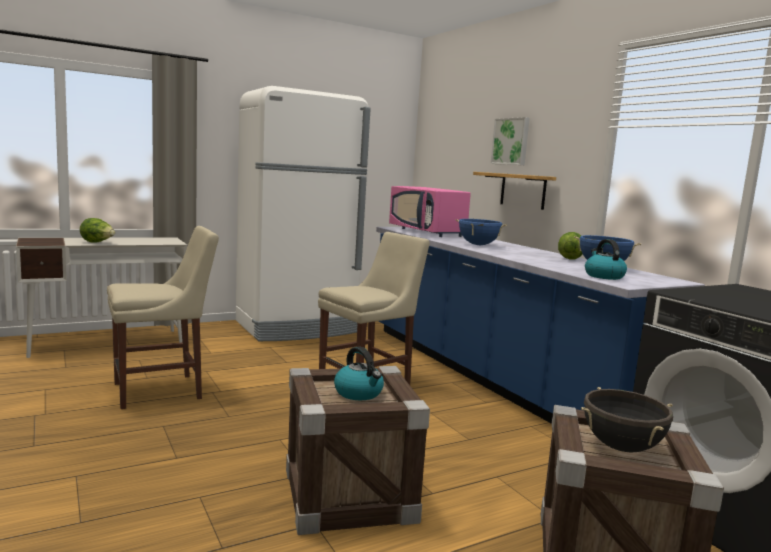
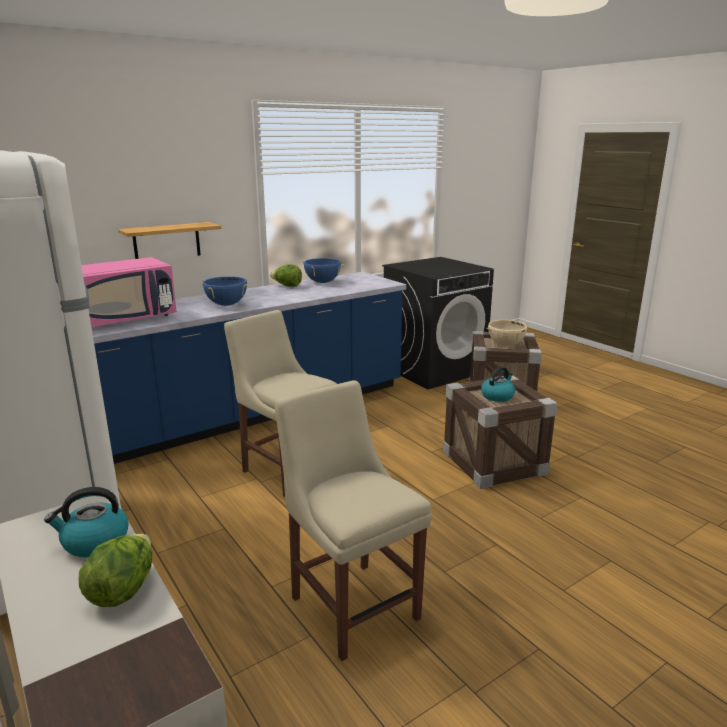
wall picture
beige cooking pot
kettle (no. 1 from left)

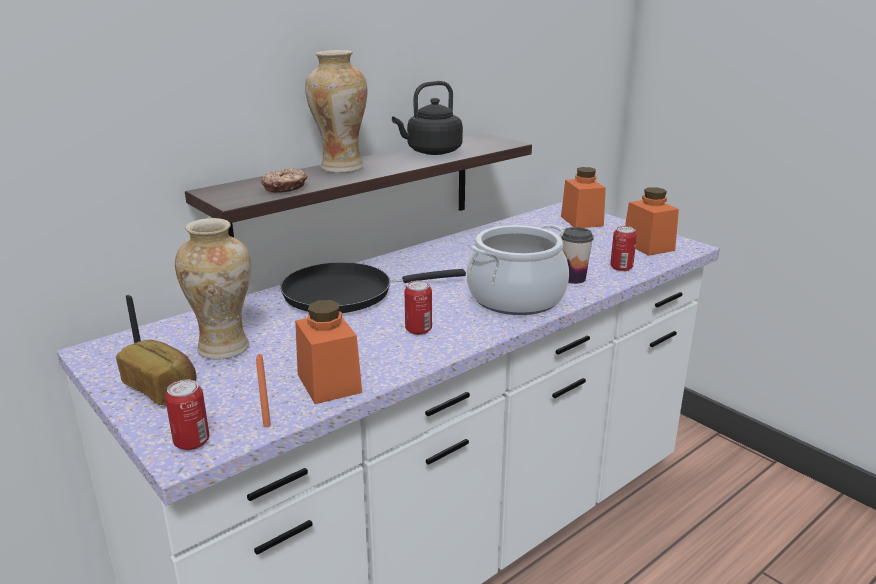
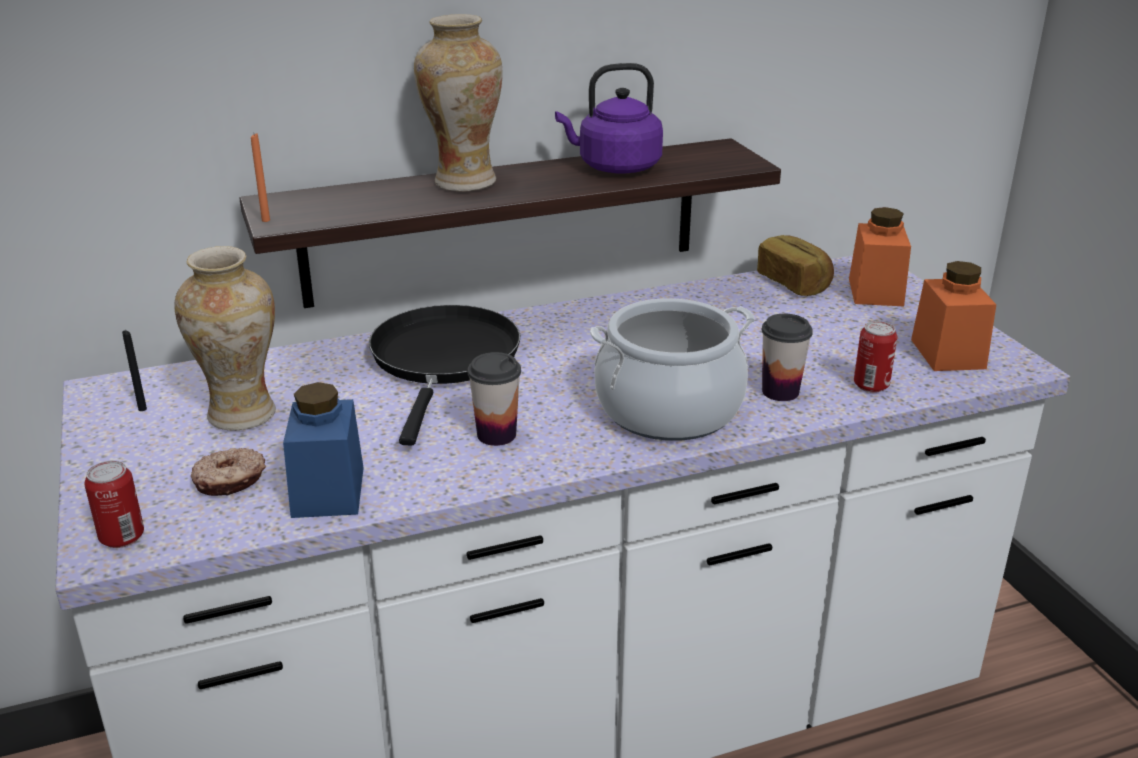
bakery bread
orange-coloured wax light
donut
blackish pan
blue preserve jar
purplish kettle
cup (no. 1 from left)

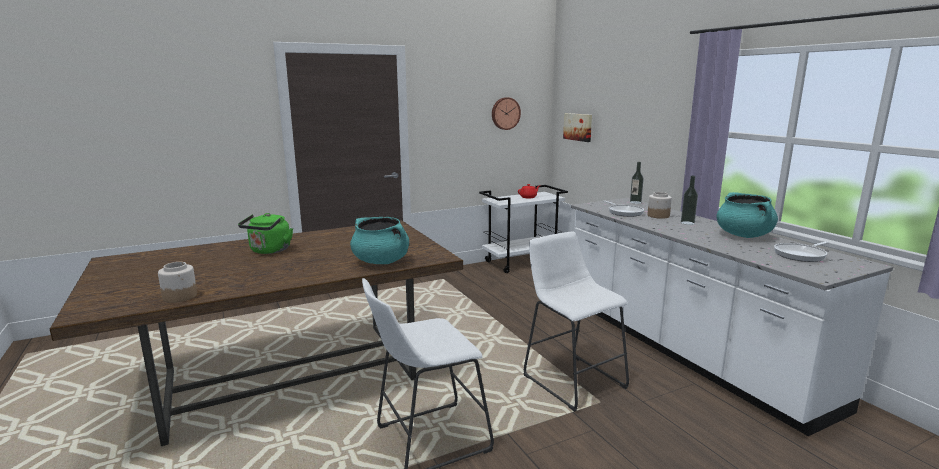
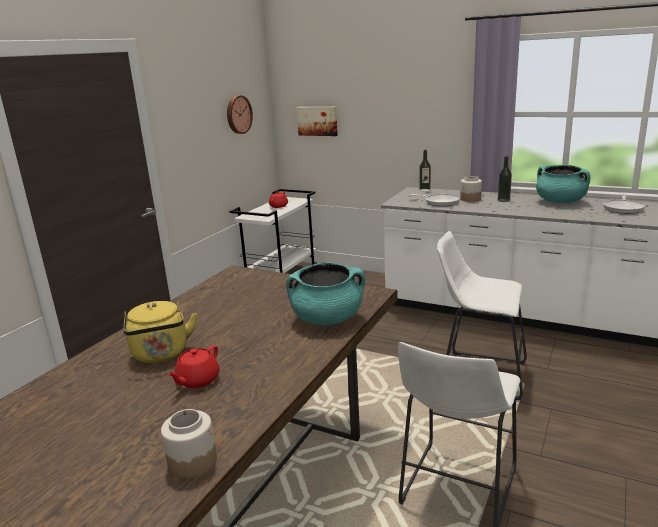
yellow kettle
red-coloured pot for tea (no. 1 from left)

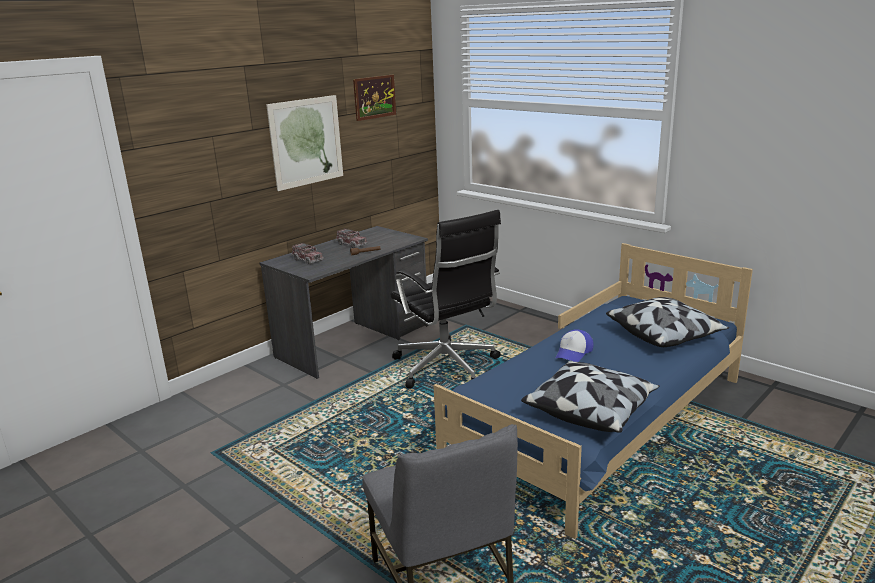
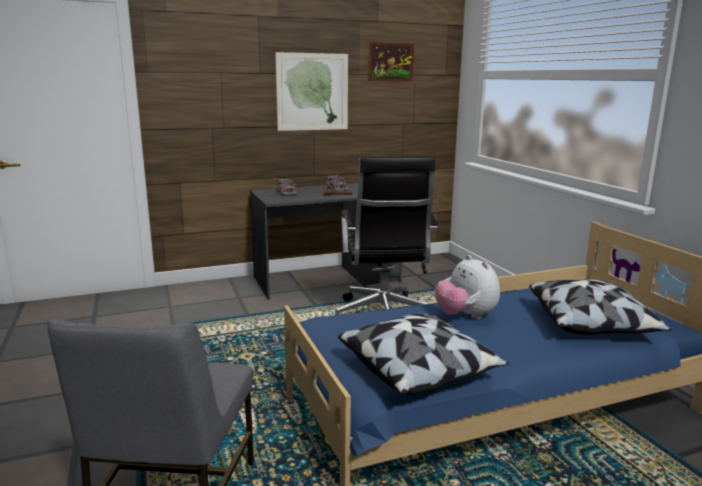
soft toy

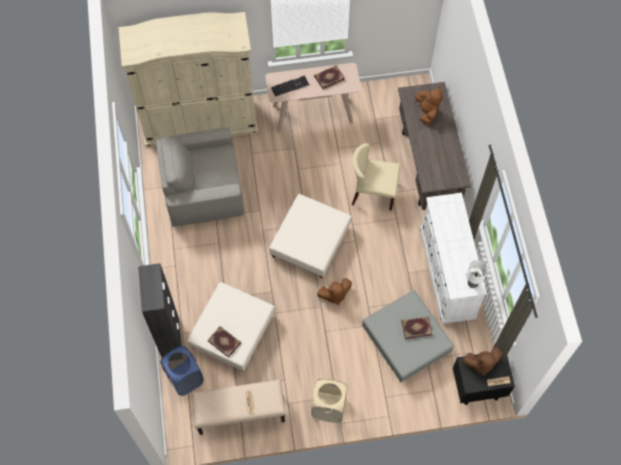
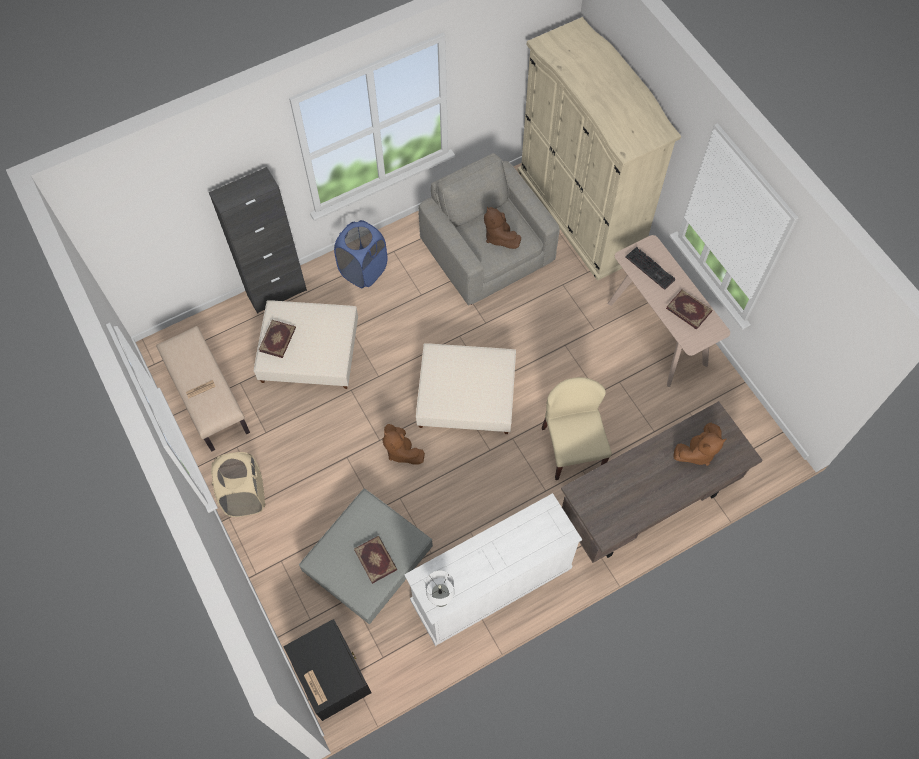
blue washing basket
brown soft toy (no. 2 from left)

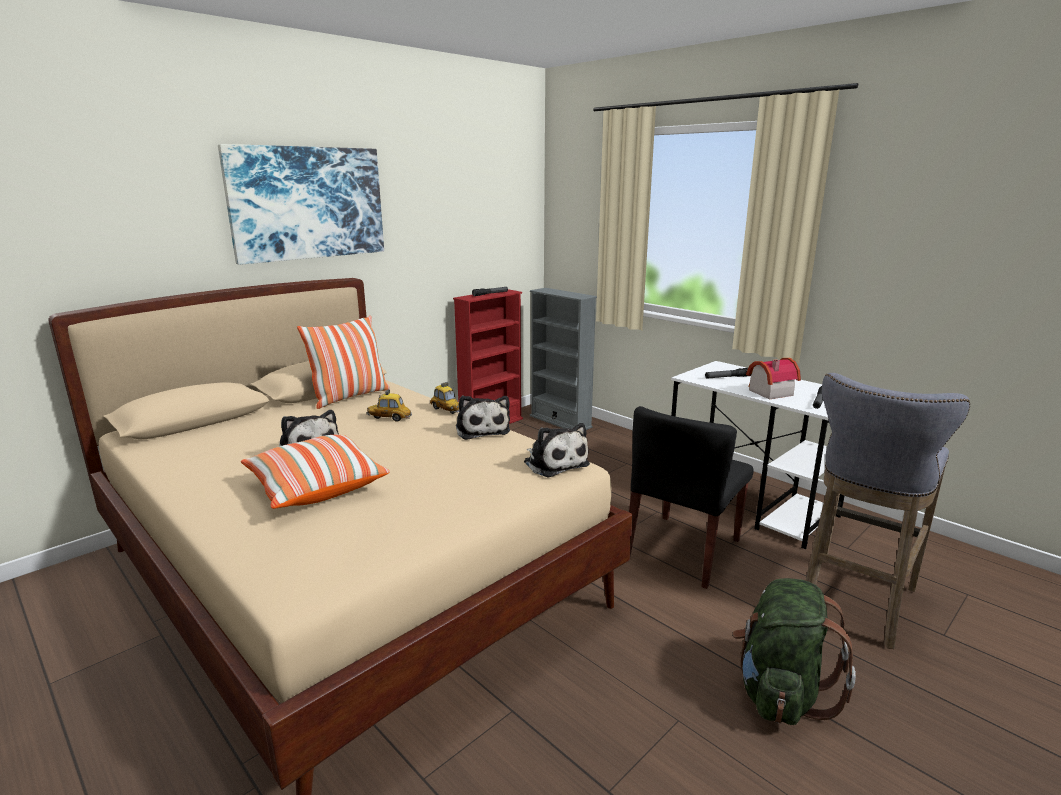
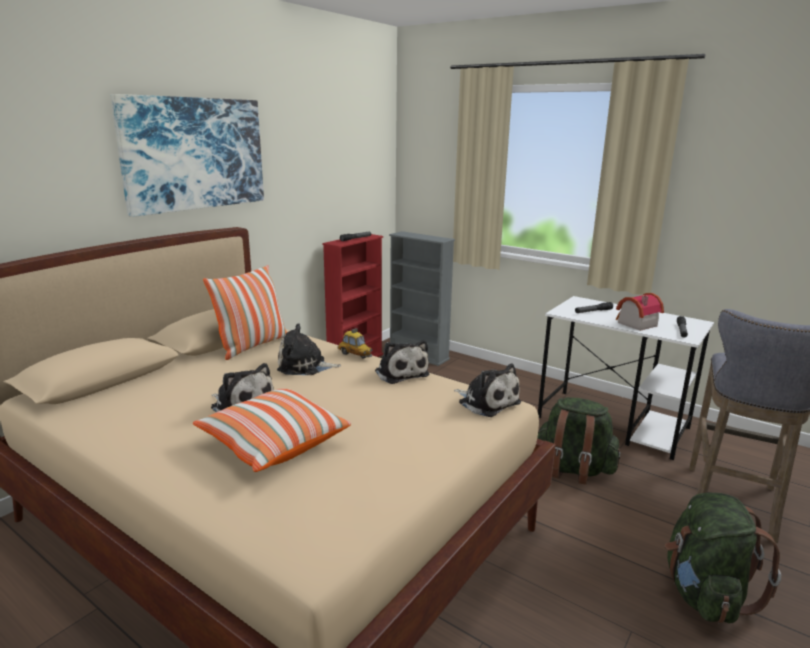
soft toy (no. 2 from left)
green knapsack (no. 1 from left)

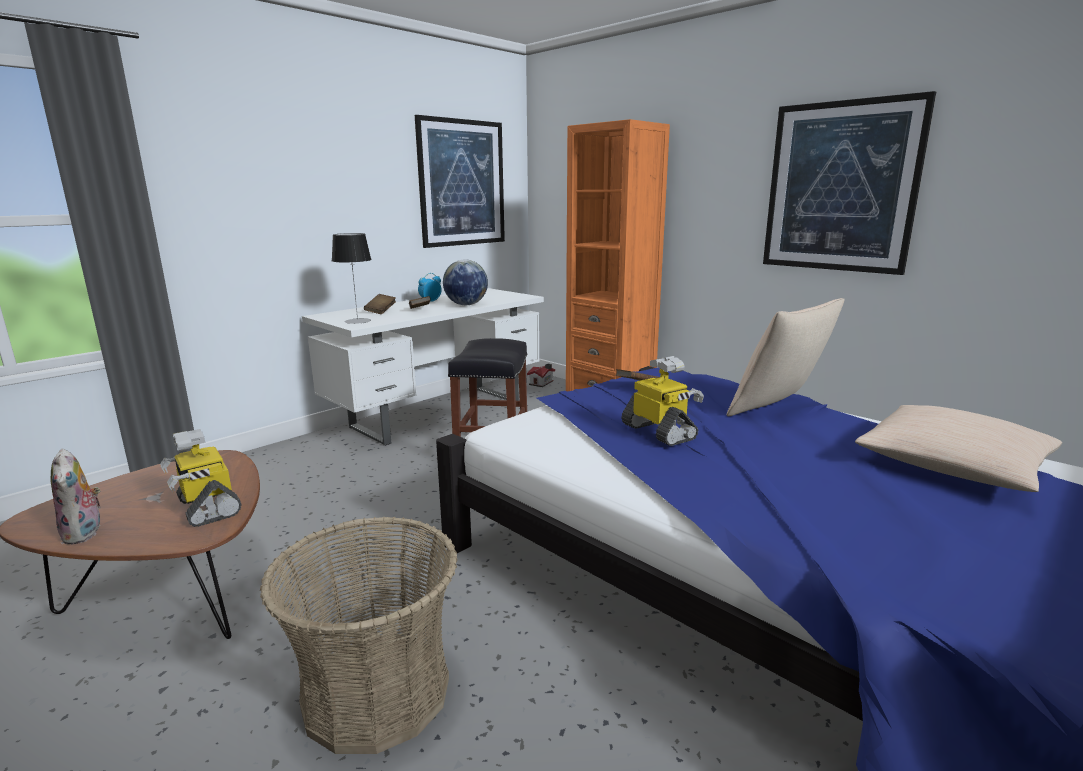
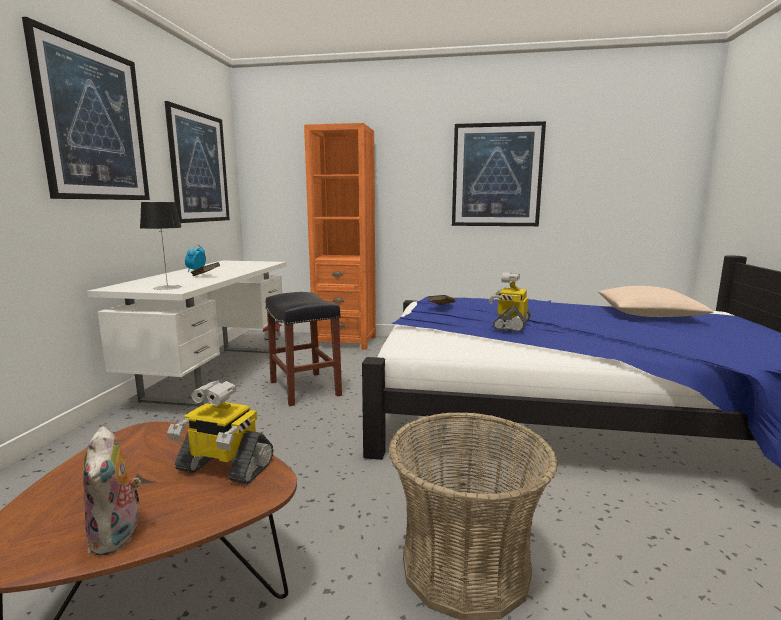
soft toy
brown volume (no. 1 from left in the first image)
world globe
robot figure (no. 2 from left)
beige throw pillow (no. 1 from left in the first image)
wall picture (no. 1 from left)

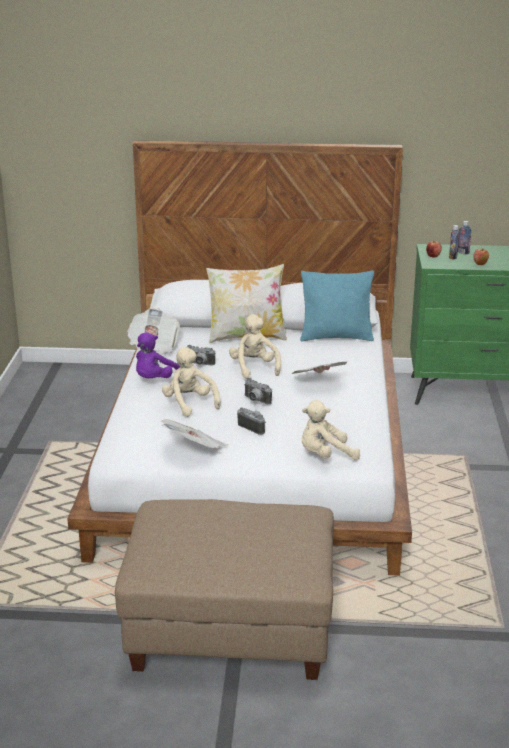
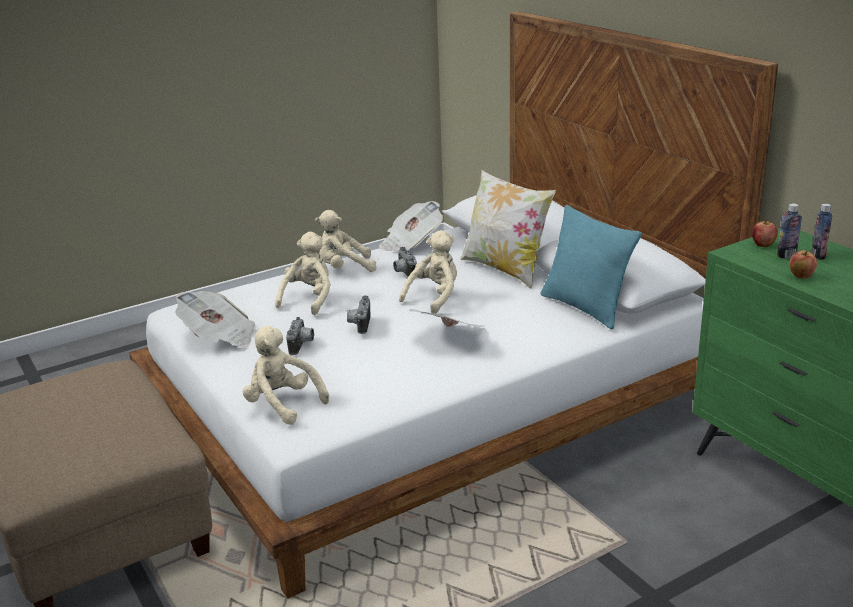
beige soft toy (no. 3 from left)

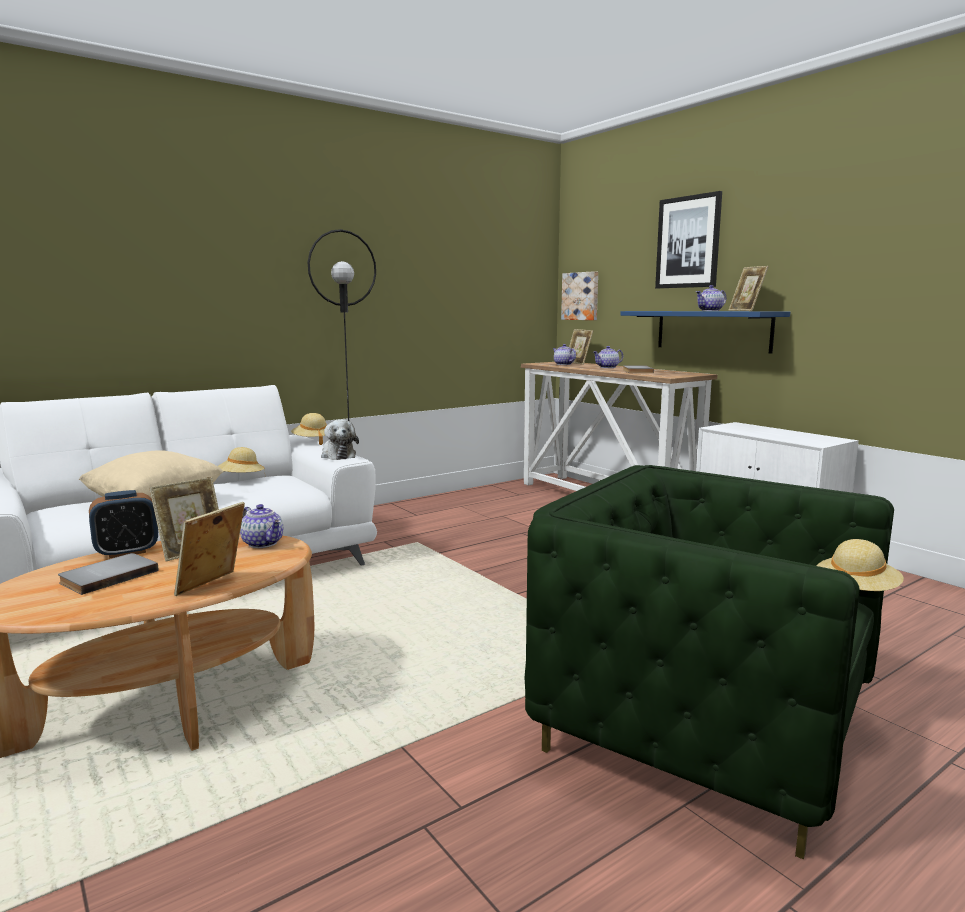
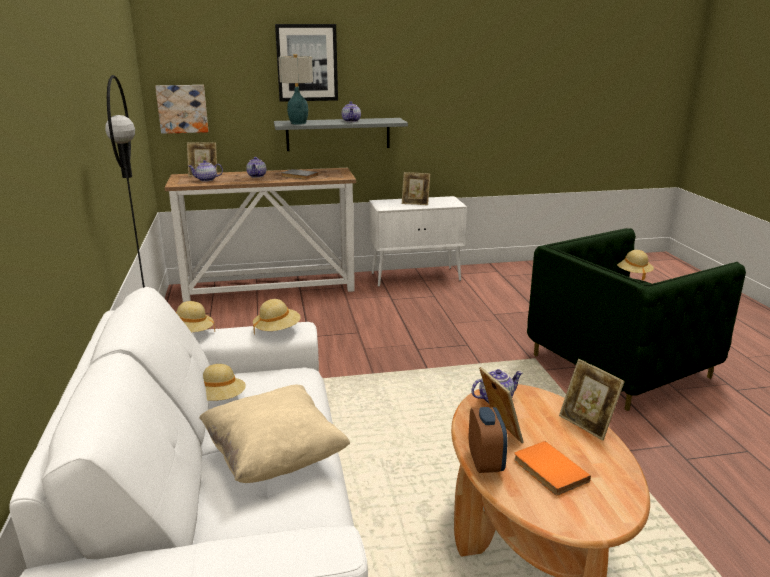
orange-coloured volume
beige wearable hat (no. 3 from left)
greyish bracket shelf
photo frame (no. 2 from left)
table lamp

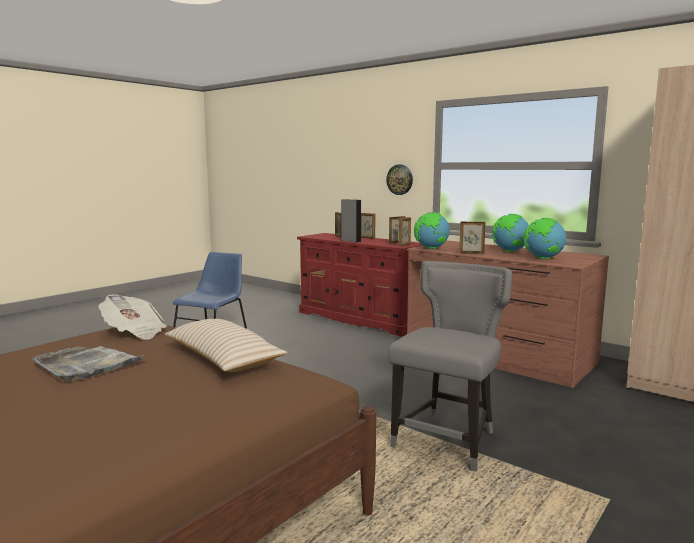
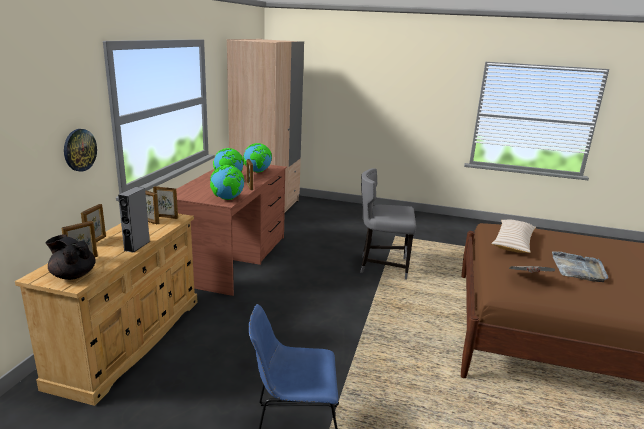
beige drawer chest
blackish pot for tea

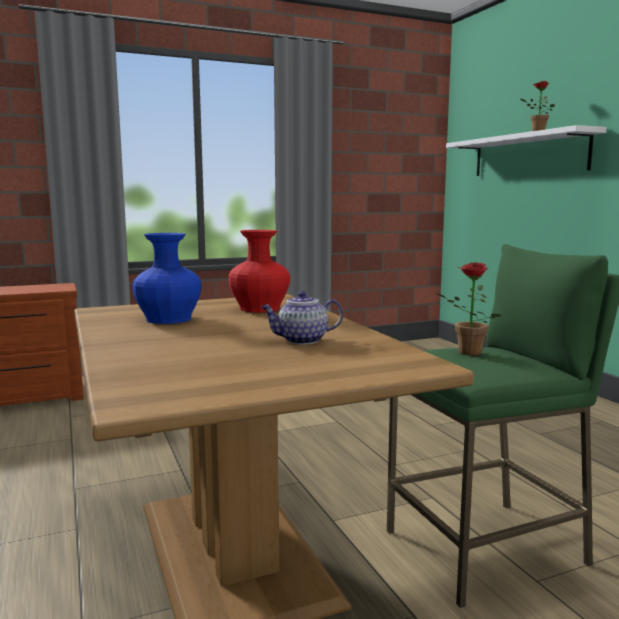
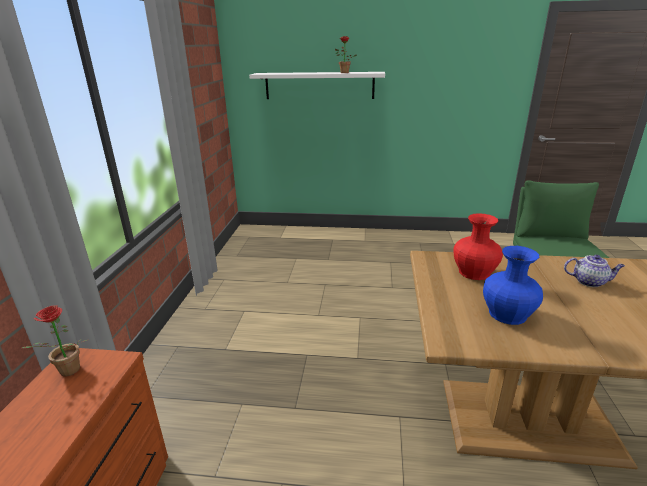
pot for tea
potted plant (no. 1 from left)

